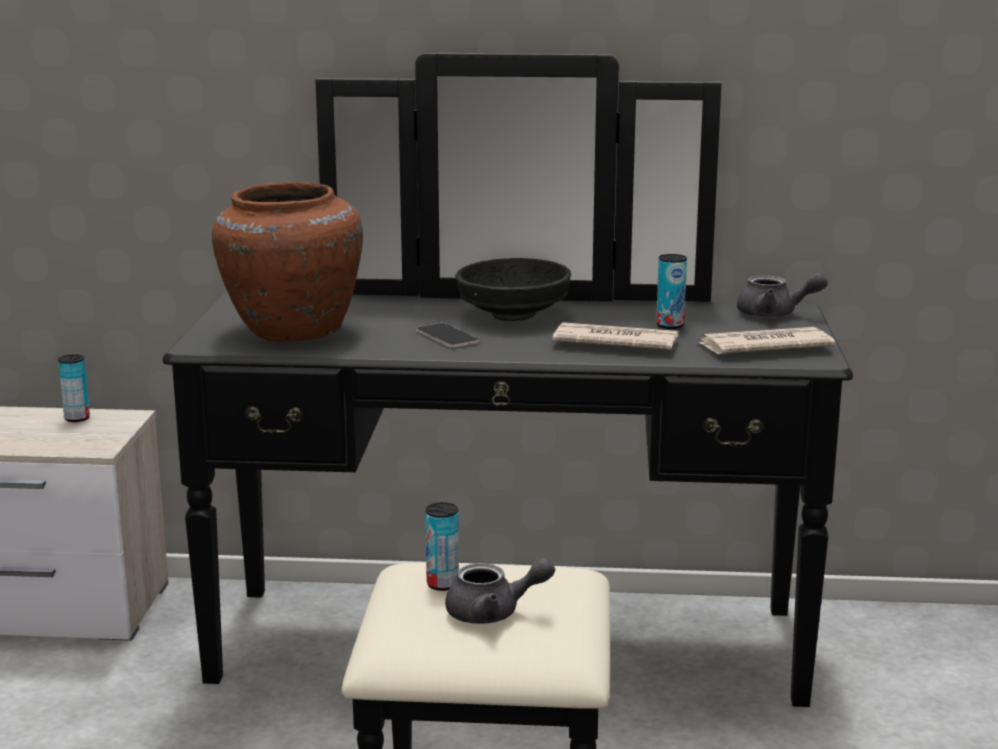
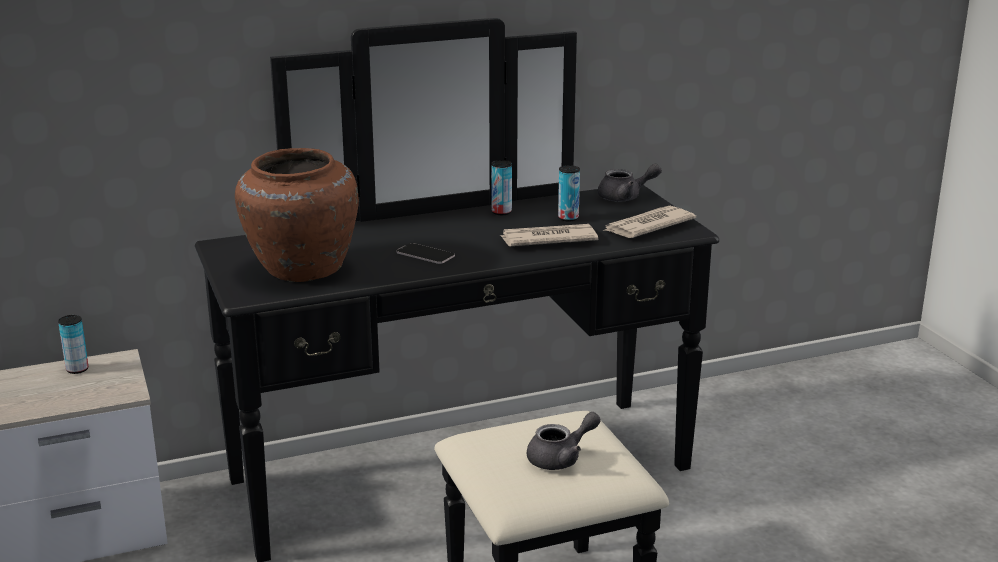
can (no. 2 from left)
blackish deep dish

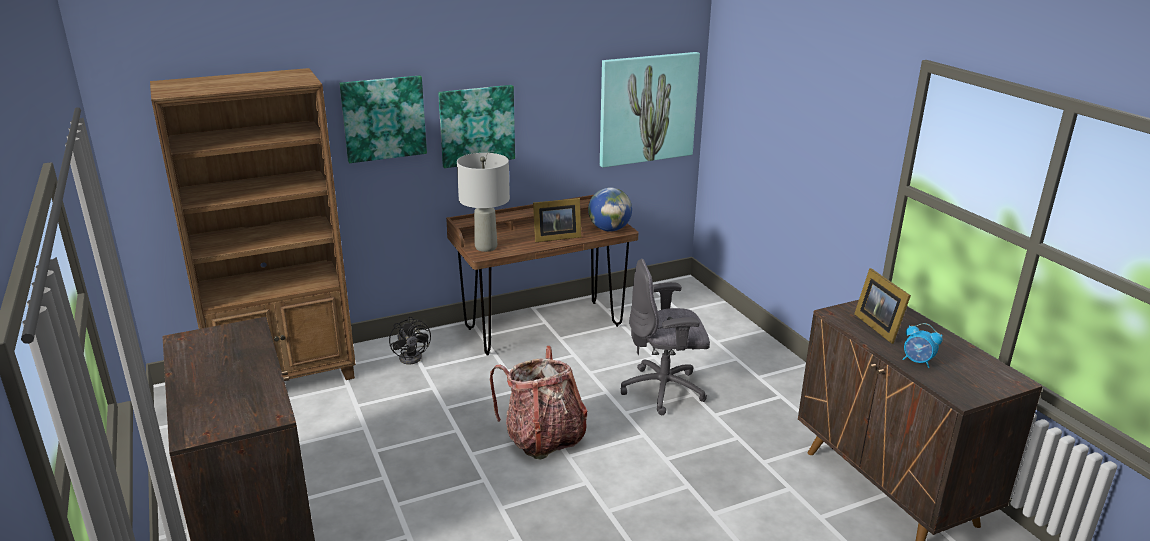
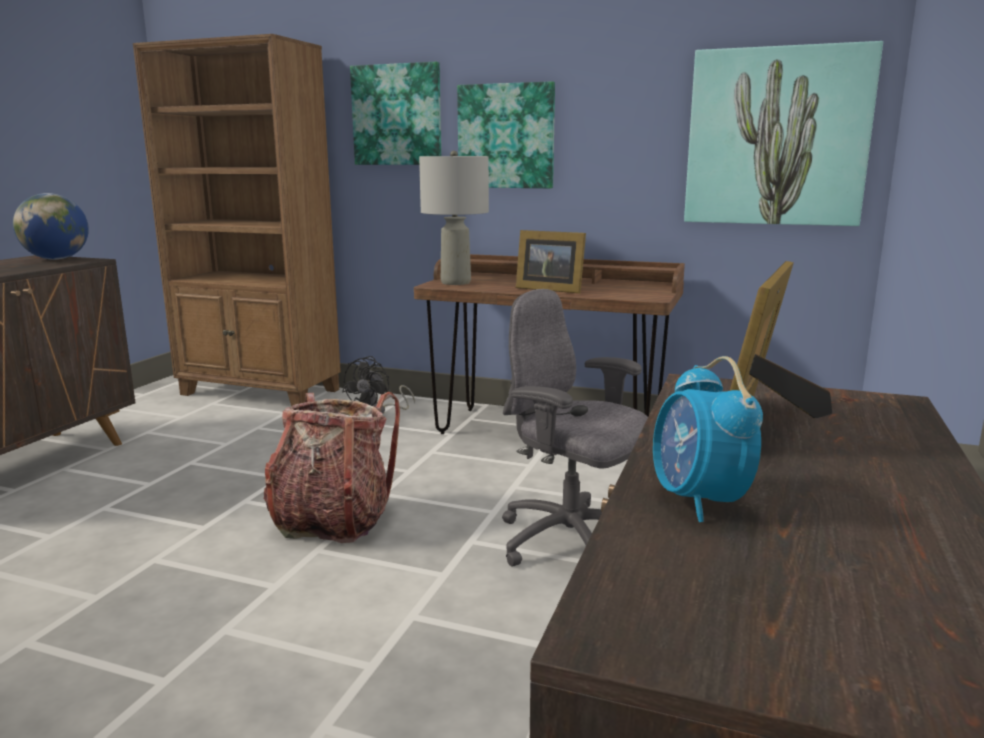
world globe

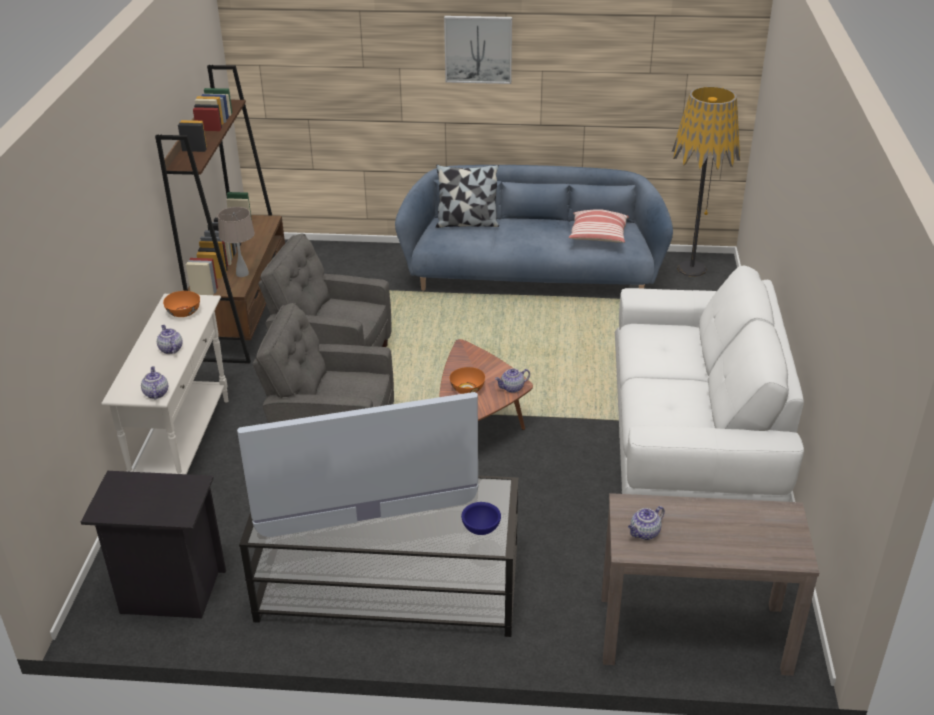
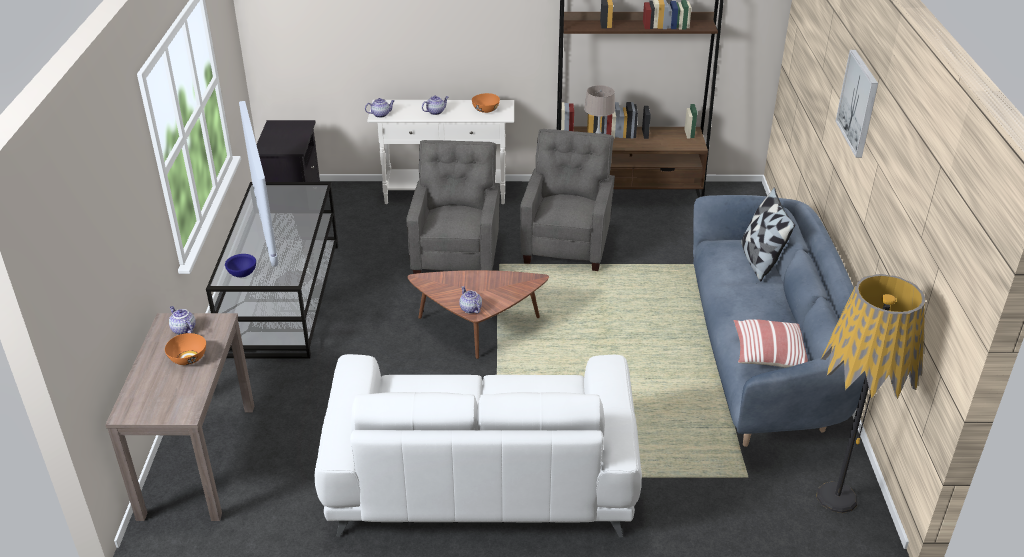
orange-coloured deep dish (no. 1 from left)

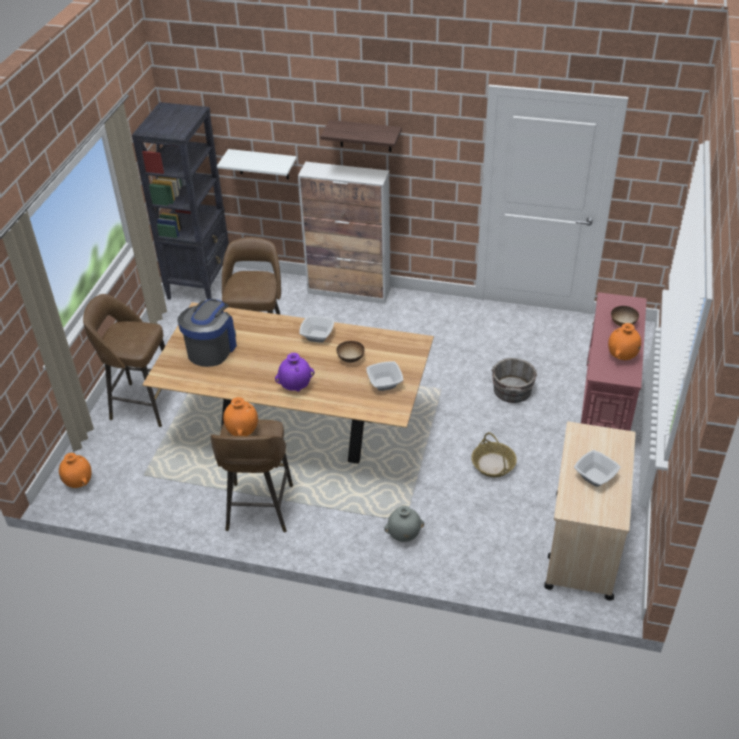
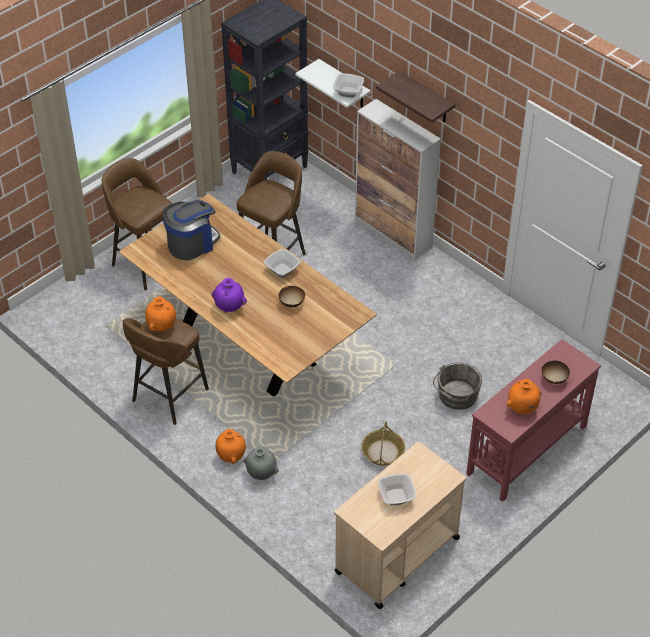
orange-coloured flower vase (no. 2 from left)
deep dish (no. 3 from left)

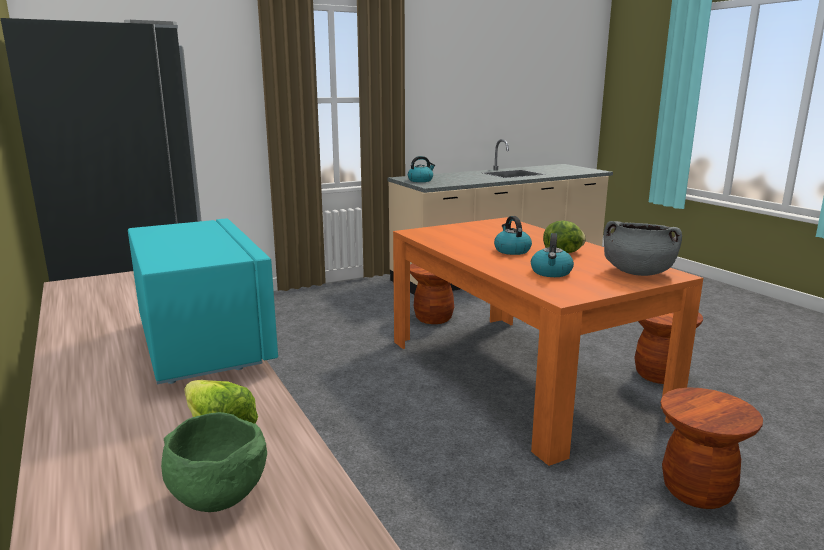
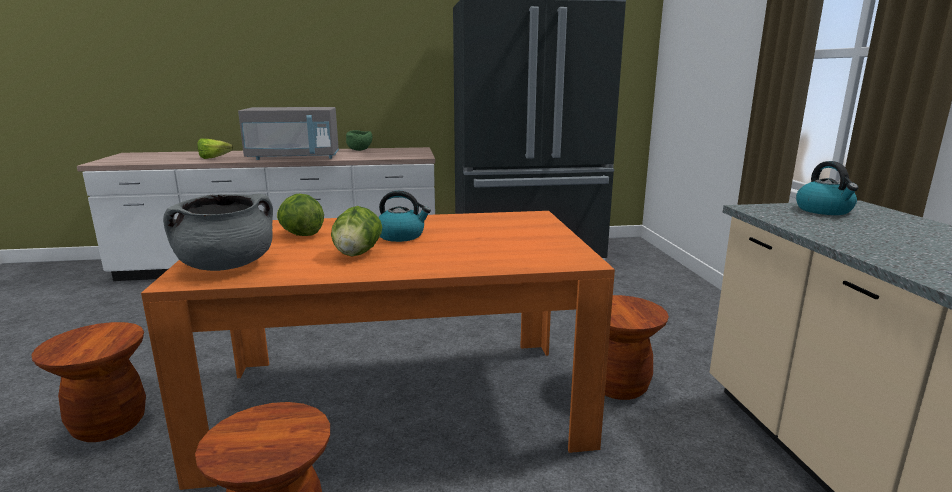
greyish kitchen microwave
green deep dish
lettuce head (no. 2 from left)

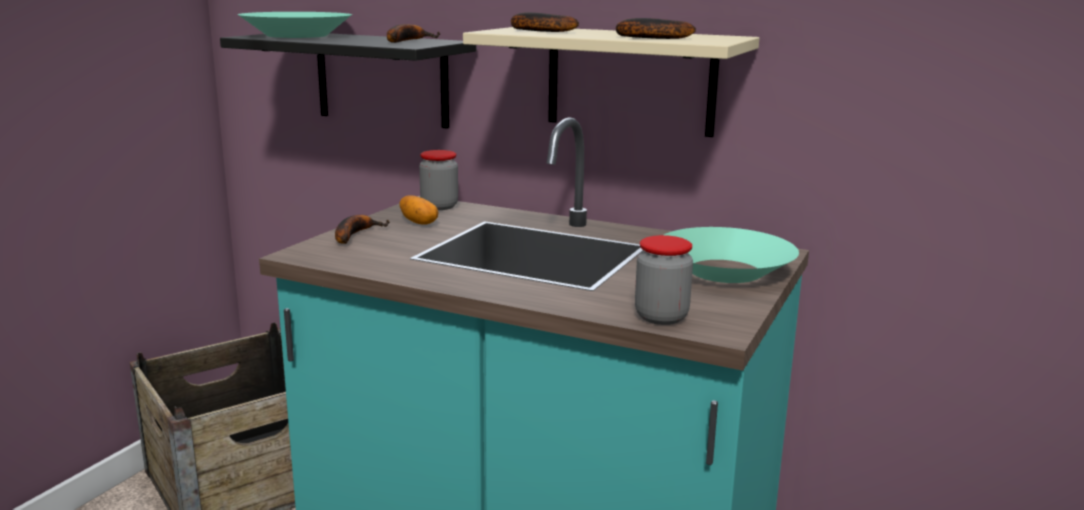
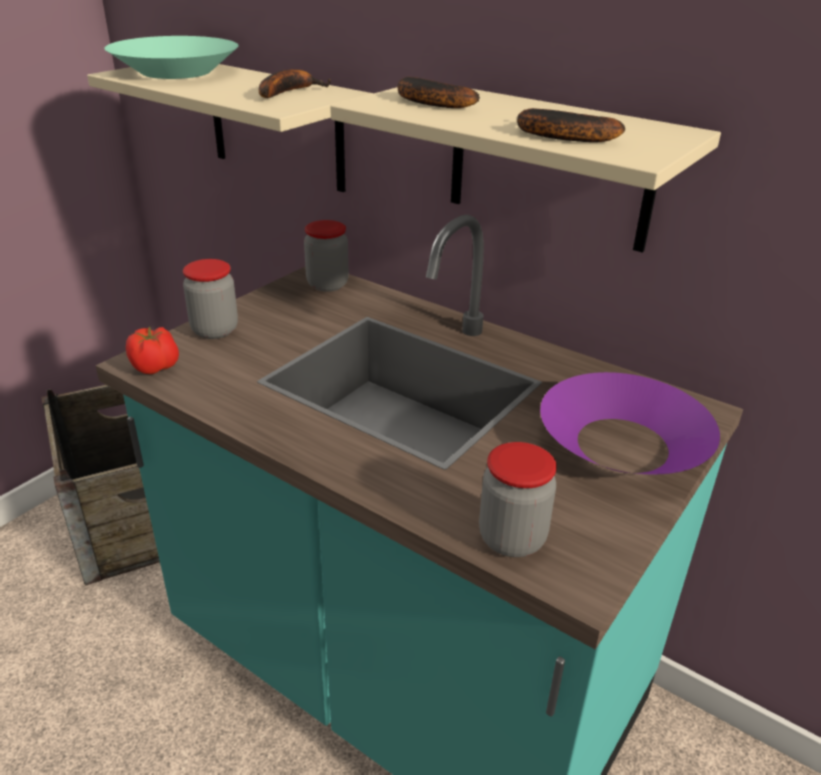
beige bracket shelf (no. 1 from left)
preserve jar (no. 1 from left)
whole potato
purplish deep dish
tomato

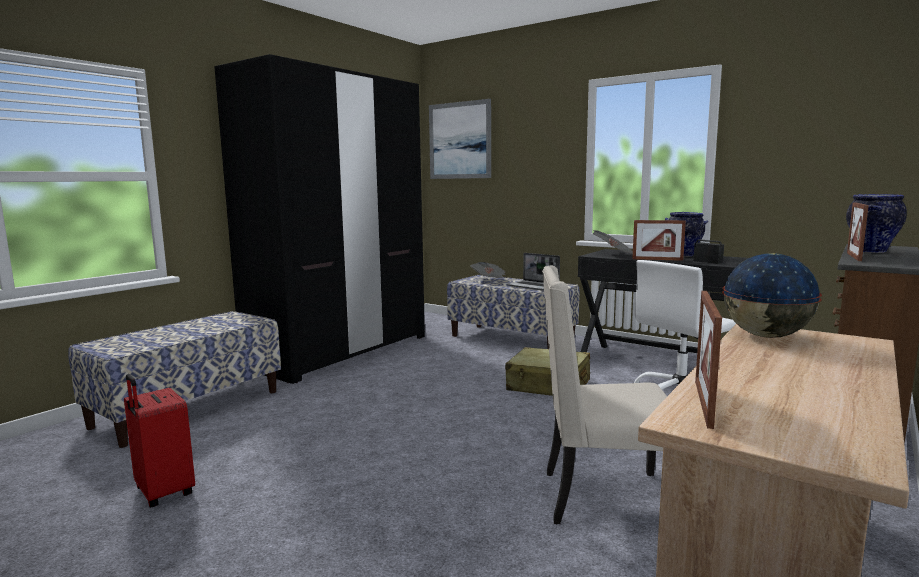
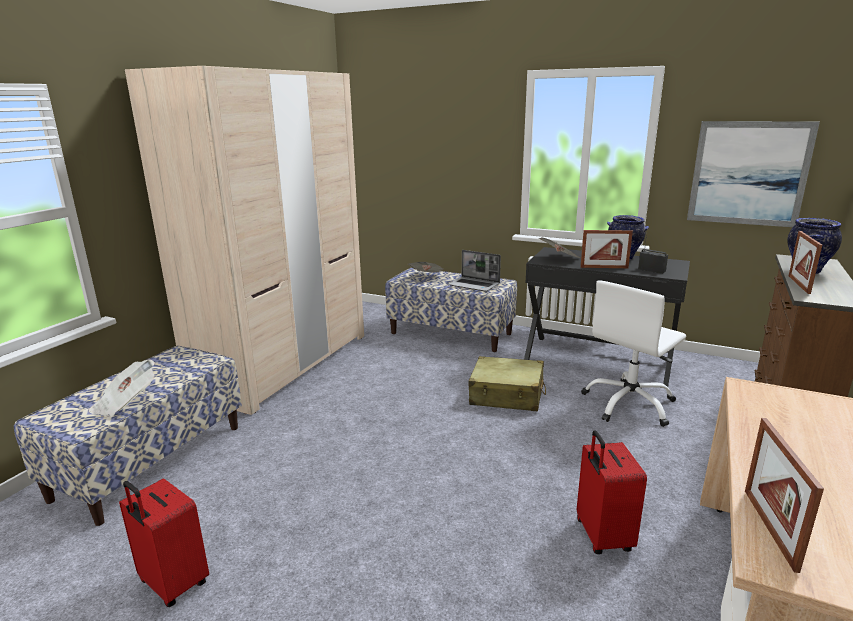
beige clothes cupboard
wall picture
red-coloured piece of luggage (no. 2 from left)
world globe
newspaper (no. 1 from left)

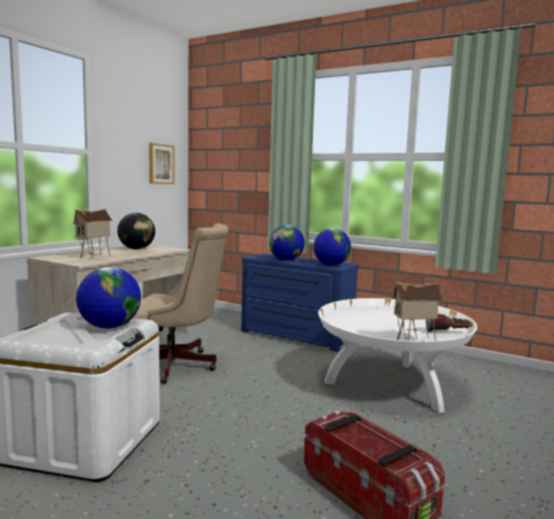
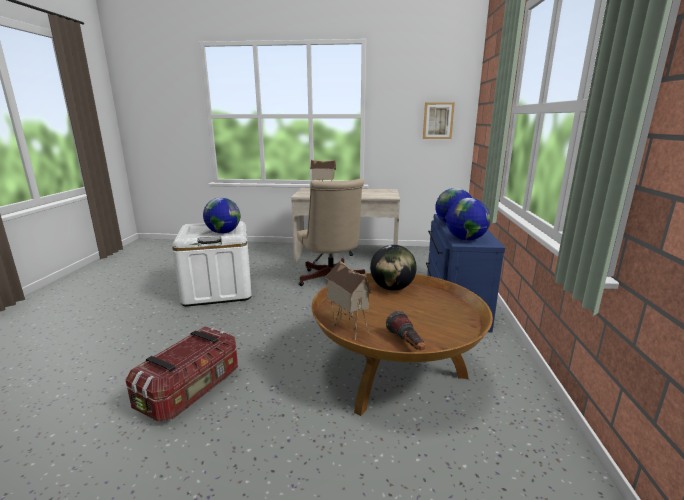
world globe (no. 2 from left)
brown coffee table

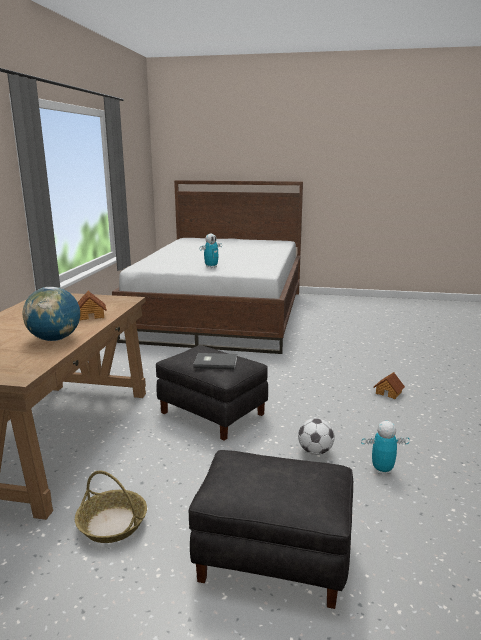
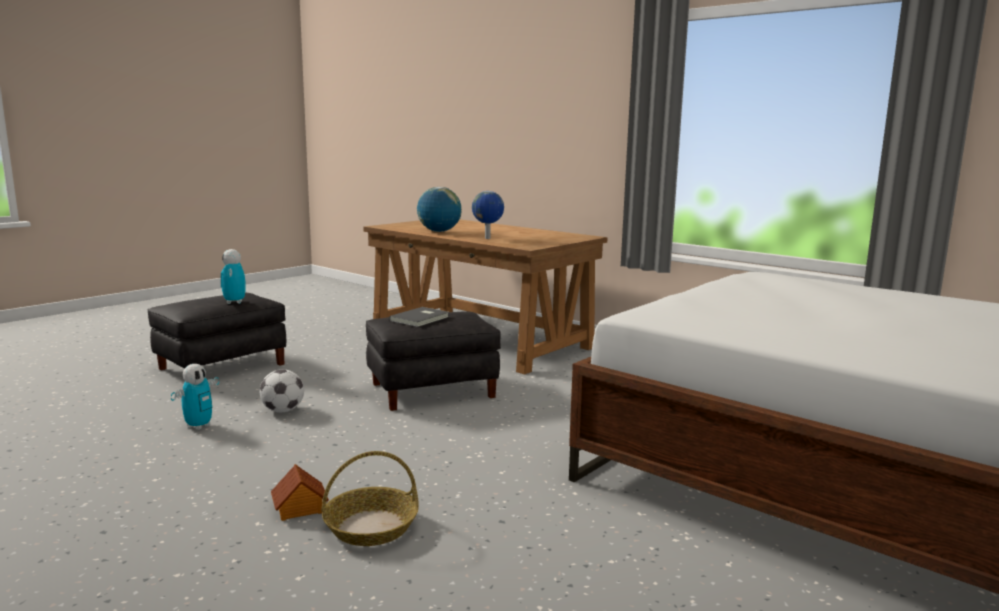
household basket
world globe (no. 2 from left)
robot figure (no. 2 from left)

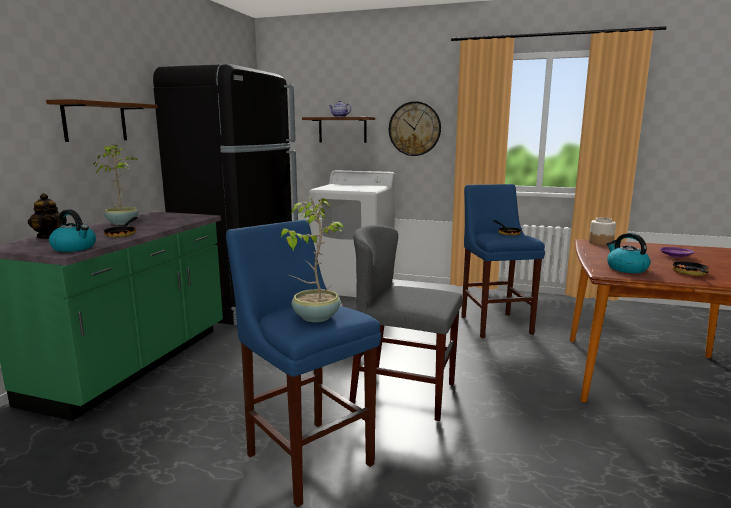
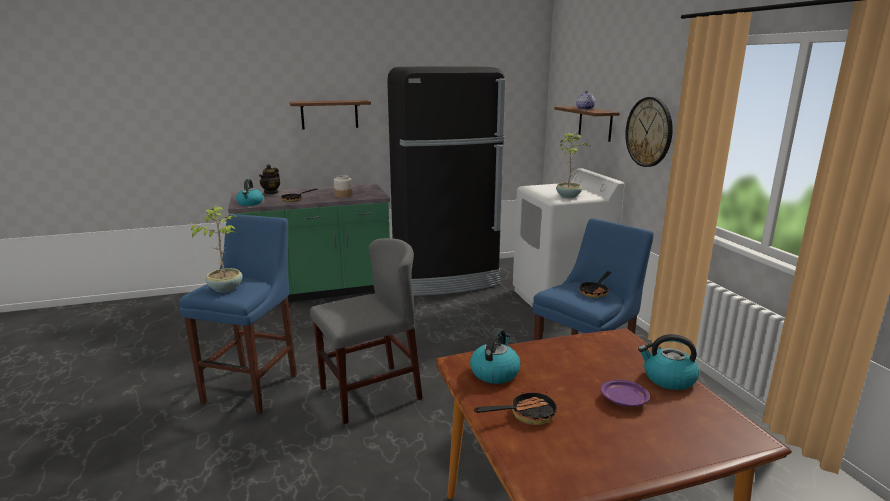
potted plant (no. 2 from left)
greyish upright chair
preserve jar
kettle (no. 3 from left)

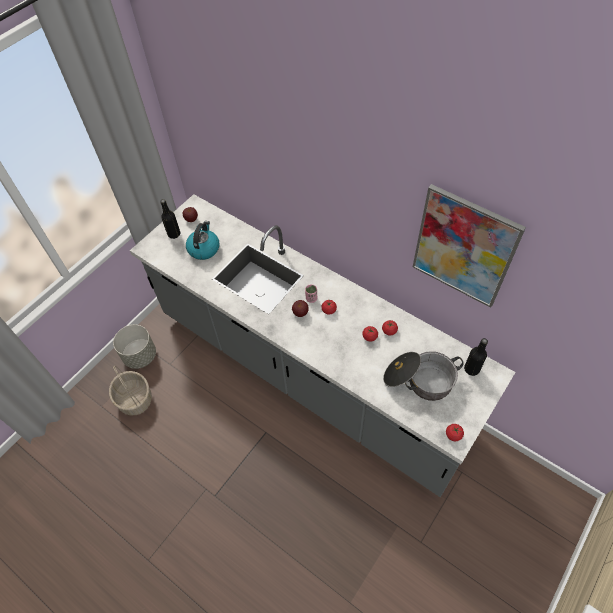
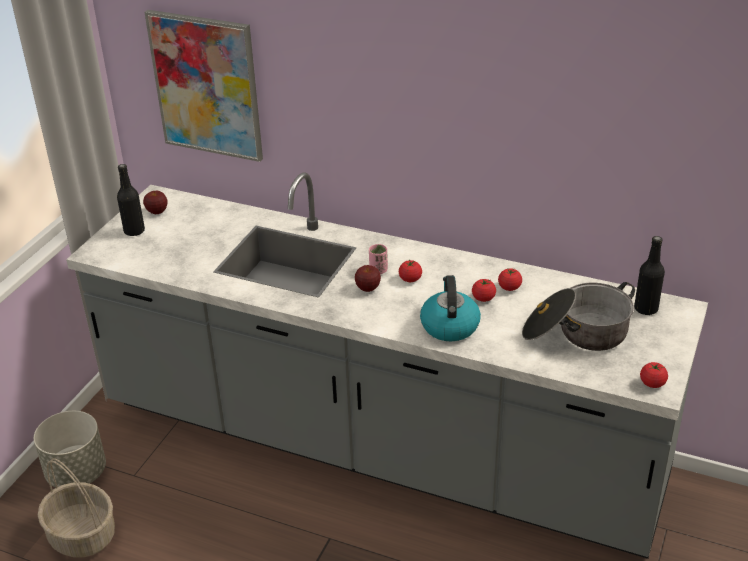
kettle
wall picture

